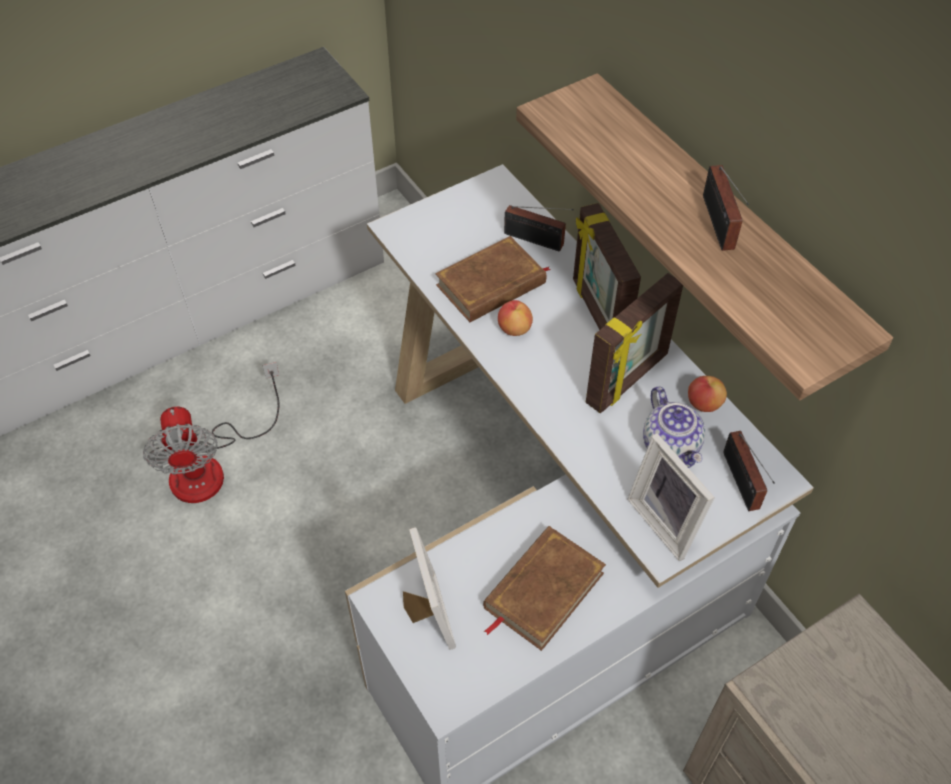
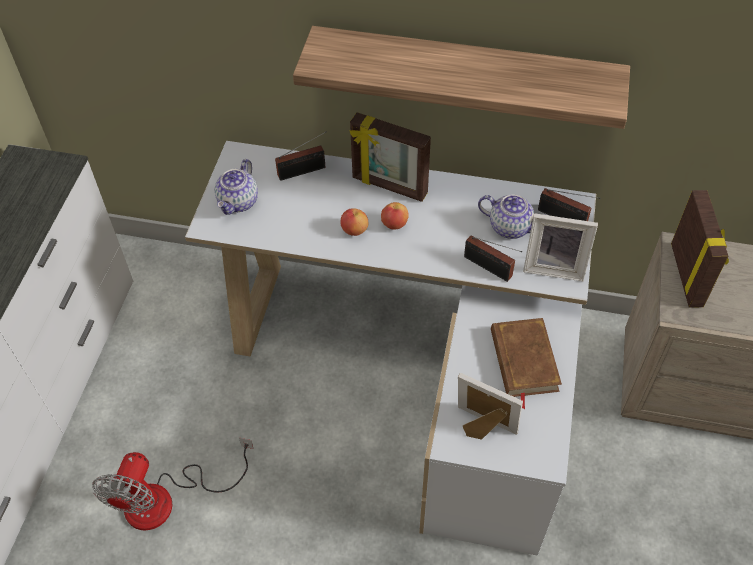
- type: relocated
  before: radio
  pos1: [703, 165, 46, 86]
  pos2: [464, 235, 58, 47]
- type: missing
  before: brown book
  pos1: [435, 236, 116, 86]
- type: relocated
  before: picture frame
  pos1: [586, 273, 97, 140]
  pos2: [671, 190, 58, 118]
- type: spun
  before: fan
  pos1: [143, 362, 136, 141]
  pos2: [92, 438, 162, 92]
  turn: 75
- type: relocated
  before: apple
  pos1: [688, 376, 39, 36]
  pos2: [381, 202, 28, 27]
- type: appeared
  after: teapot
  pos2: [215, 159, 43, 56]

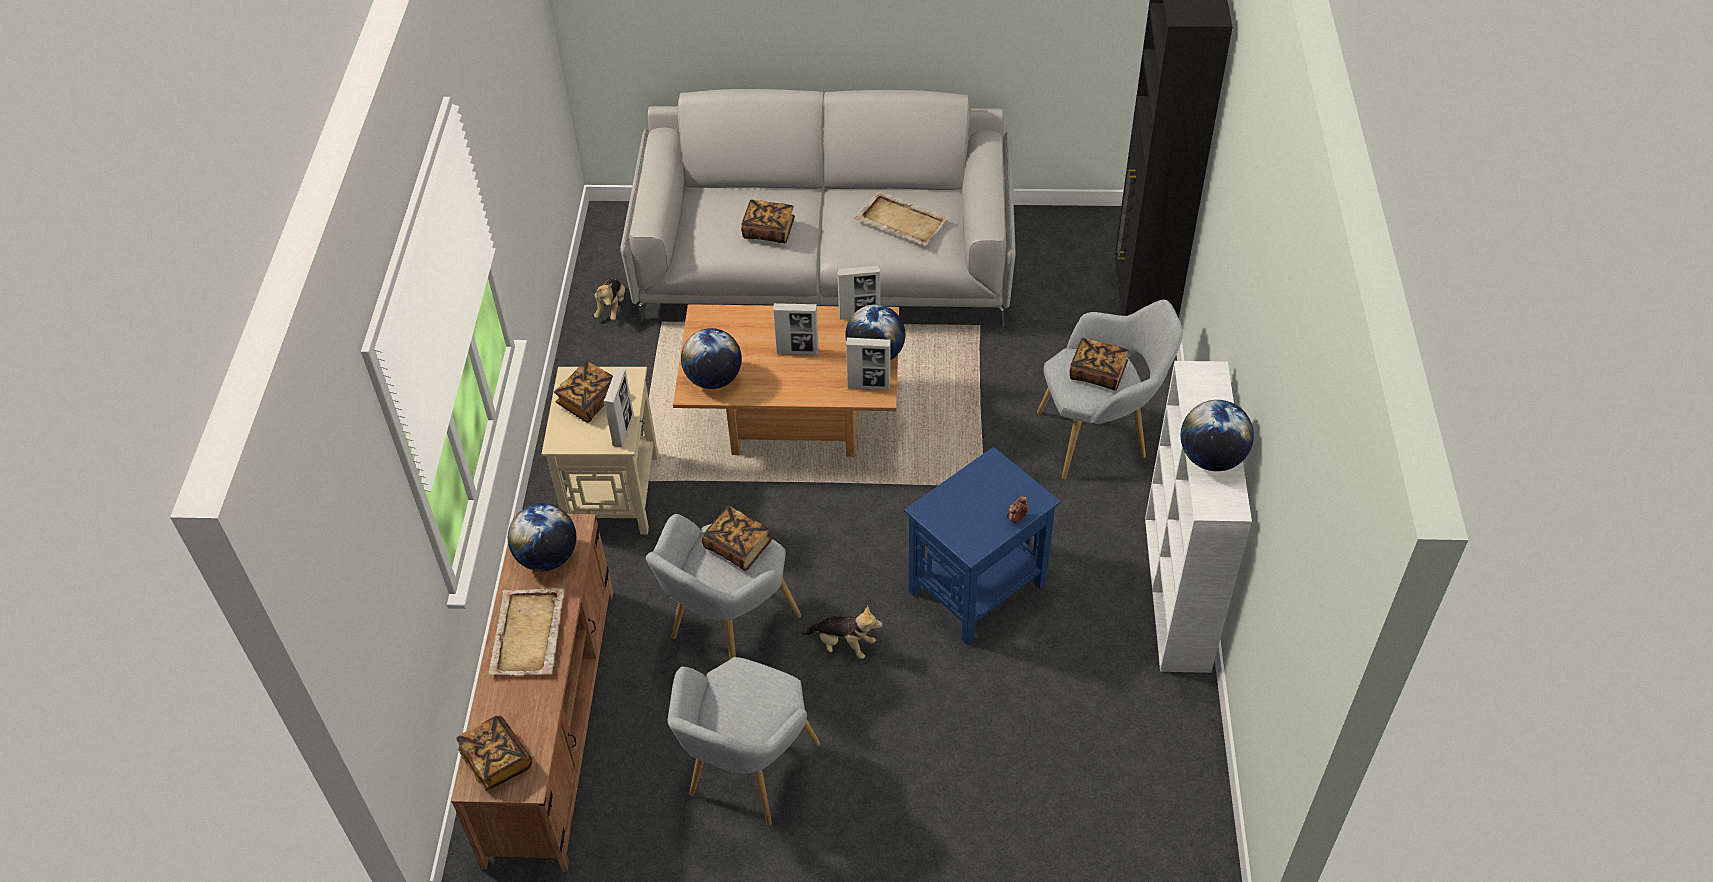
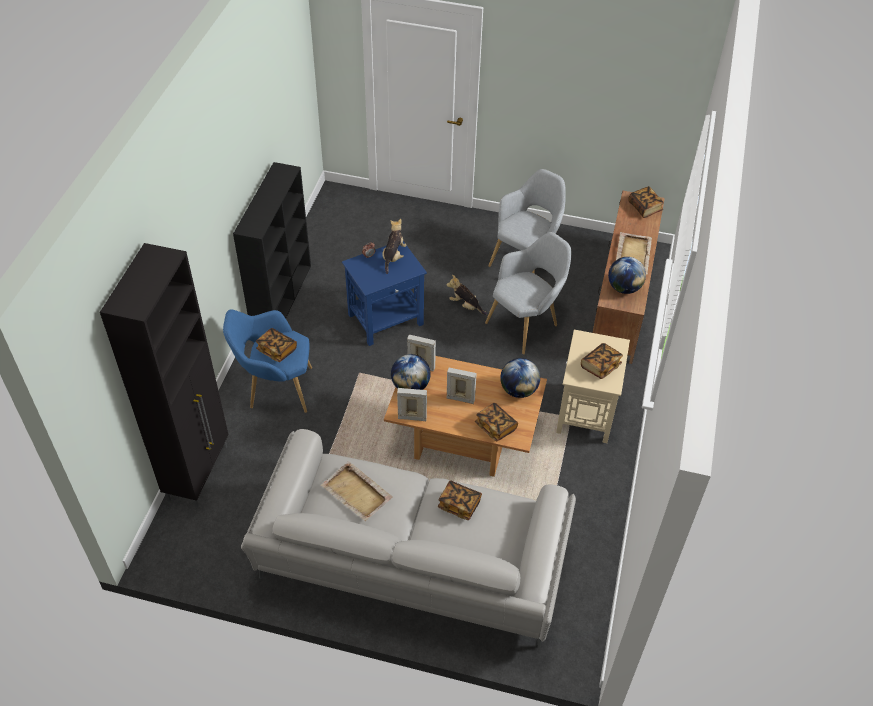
- type: relocated
  before: plush toy
  pos1: [594, 279, 31, 42]
  pos2: [382, 219, 25, 55]
- type: colour
  before: grey armchair
  after: blue armchair
  pos1: [1037, 300, 146, 180]
  pos2: [223, 309, 89, 104]
- type: colour
  before: white bookcase
  after: black bookcase
  pos1: [1145, 361, 107, 312]
  pos2: [233, 162, 78, 156]
- type: missing
  before: picture frame
  pos1: [604, 368, 30, 79]
- type: missing
  before: globe
  pos1: [1181, 400, 73, 71]
- type: relocated
  before: book
  pos1: [702, 506, 70, 65]
  pos2: [475, 403, 43, 39]

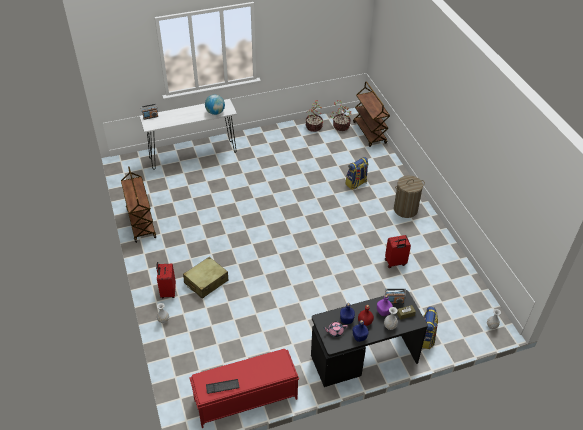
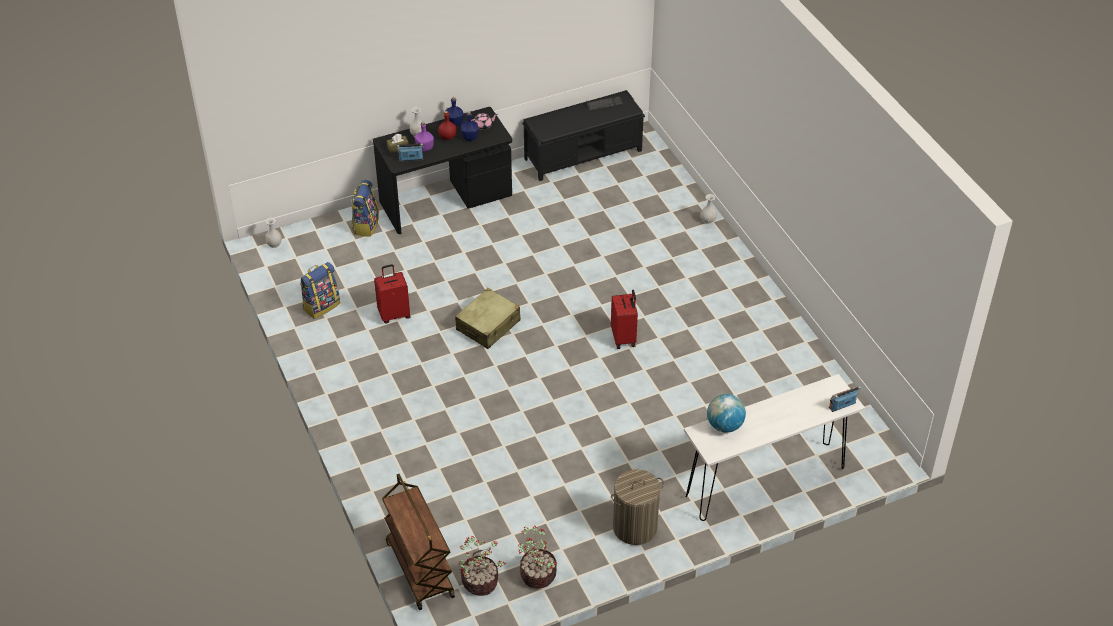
- type: relocated
  before: backpack
  pos1: [345, 157, 24, 33]
  pos2: [300, 262, 40, 57]
- type: missing
  before: brown cart
  pos1: [121, 166, 35, 77]
- type: relocated
  before: laundry basket
  pos1: [394, 175, 31, 43]
  pos2: [611, 469, 53, 76]
- type: relocated
  before: beige suitcase
  pos1: [183, 257, 46, 42]
  pos2: [455, 288, 66, 61]
- type: relocated
  before: red suitcase
  pos1: [156, 262, 20, 36]
  pos2: [611, 290, 27, 59]
- type: colour
  before: red bench
  after: black bench
  pos1: [189, 349, 110, 79]
  pos2: [522, 90, 123, 91]

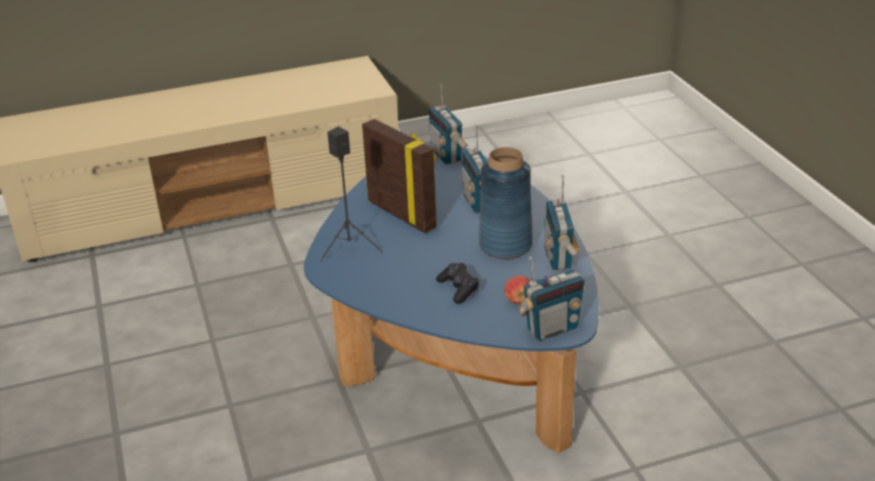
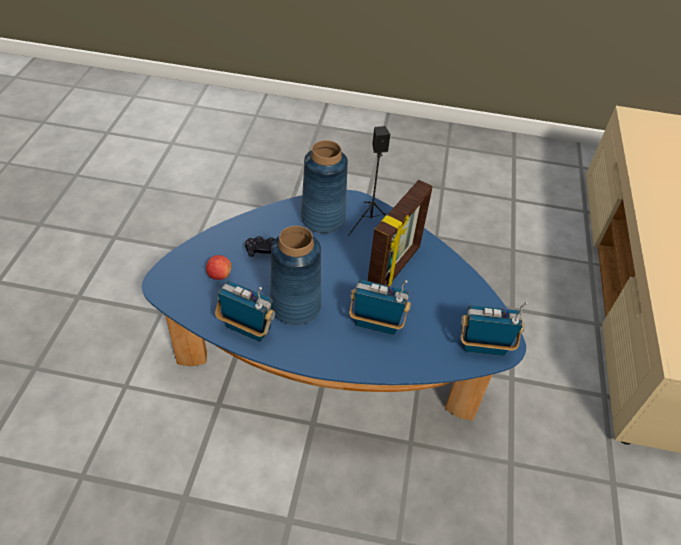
- type: spun
  before: picture frame
  pos1: [362, 119, 75, 114]
  pos2: [368, 180, 64, 106]
  turn: -45
- type: missing
  before: radio
  pos1: [518, 257, 68, 84]
- type: appeared
  after: blue vase
  pos2: [301, 140, 47, 93]

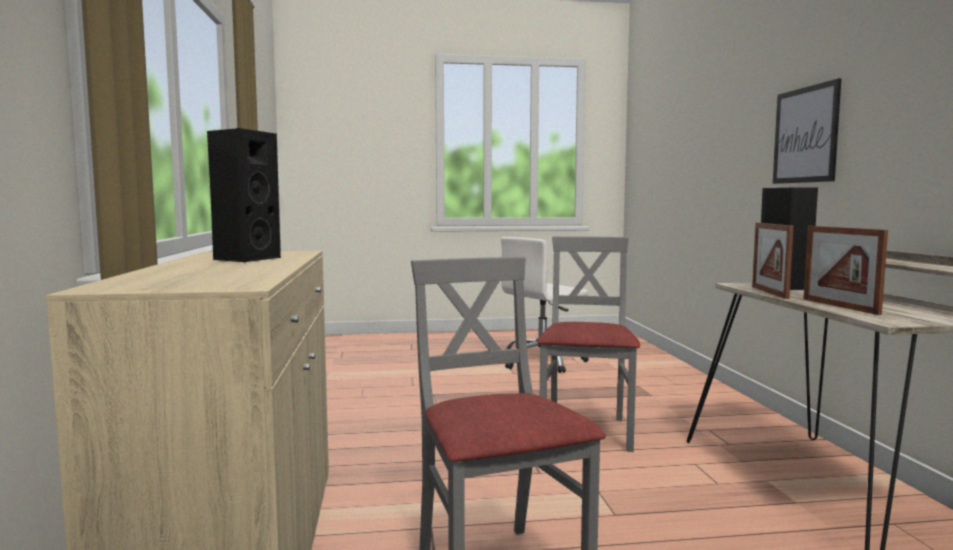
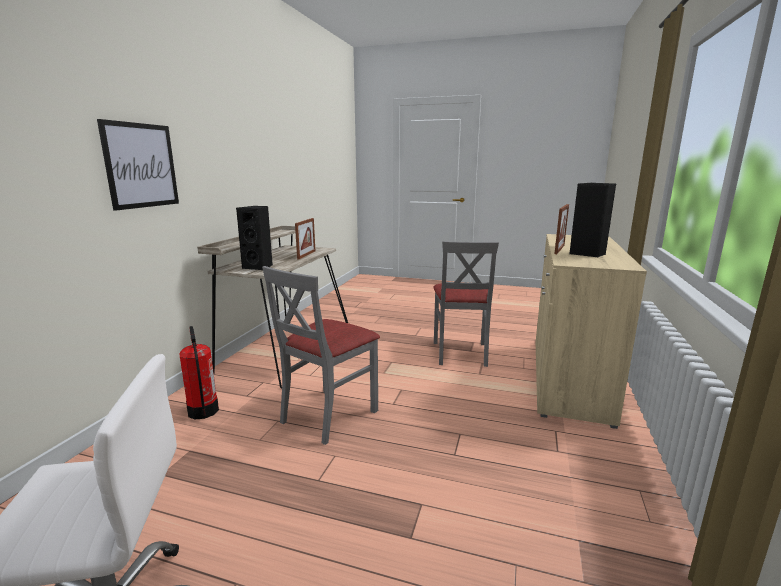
- type: relocated
  before: picture frame
  pos1: [752, 223, 42, 76]
  pos2: [555, 204, 14, 50]
- type: appeared
  after: fire extinguisher
  pos2: [179, 326, 40, 93]

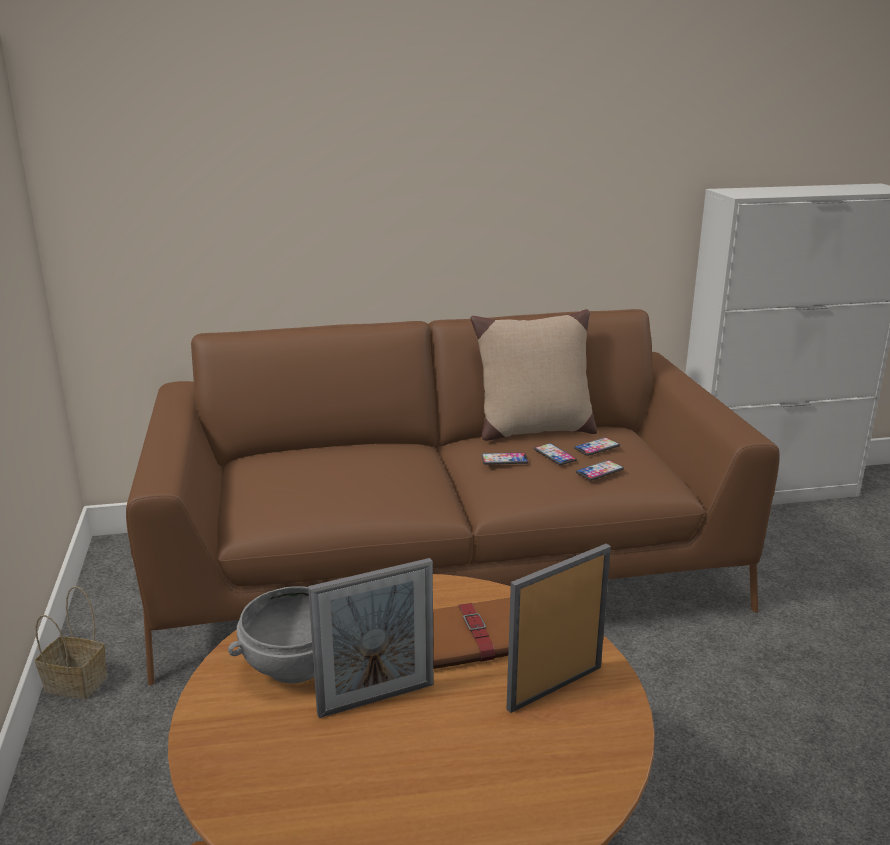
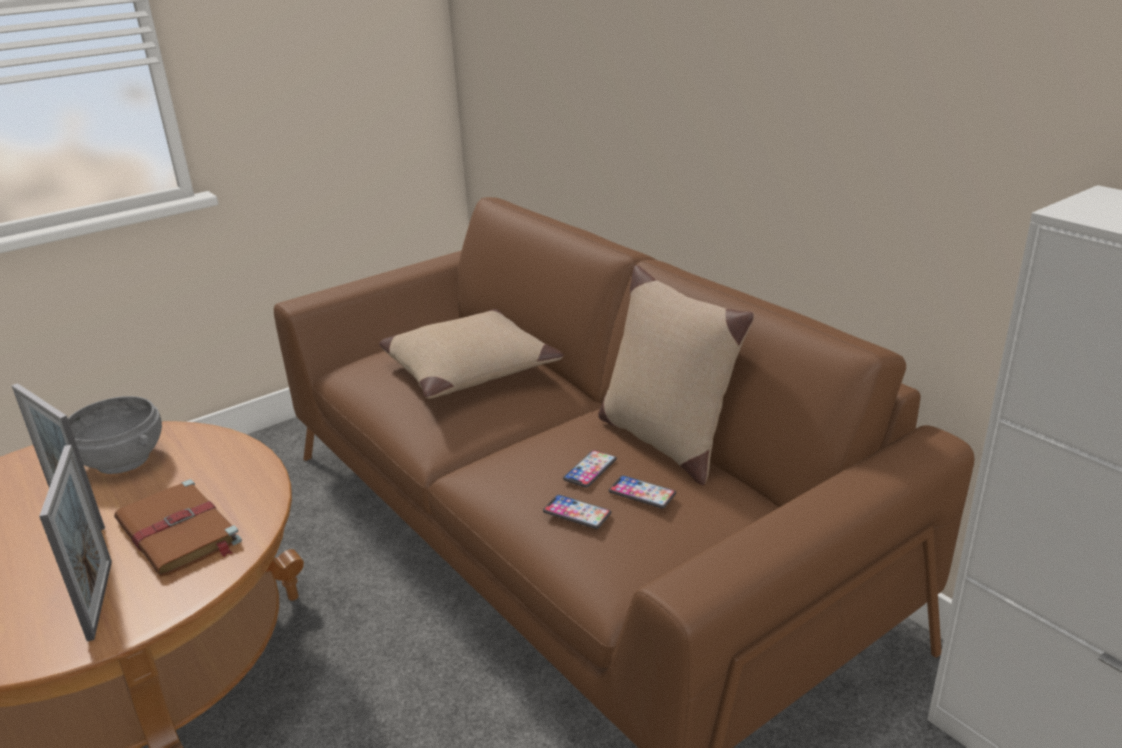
- type: missing
  before: phone
  pos1: [481, 452, 47, 13]
- type: spun
  before: picture frame
  pos1: [507, 544, 104, 169]
  pos2: [39, 445, 73, 196]
  turn: 45
- type: missing
  before: basket
  pos1: [35, 586, 72, 113]
- type: appeared
  after: beige pillow
  pos2: [379, 309, 185, 90]

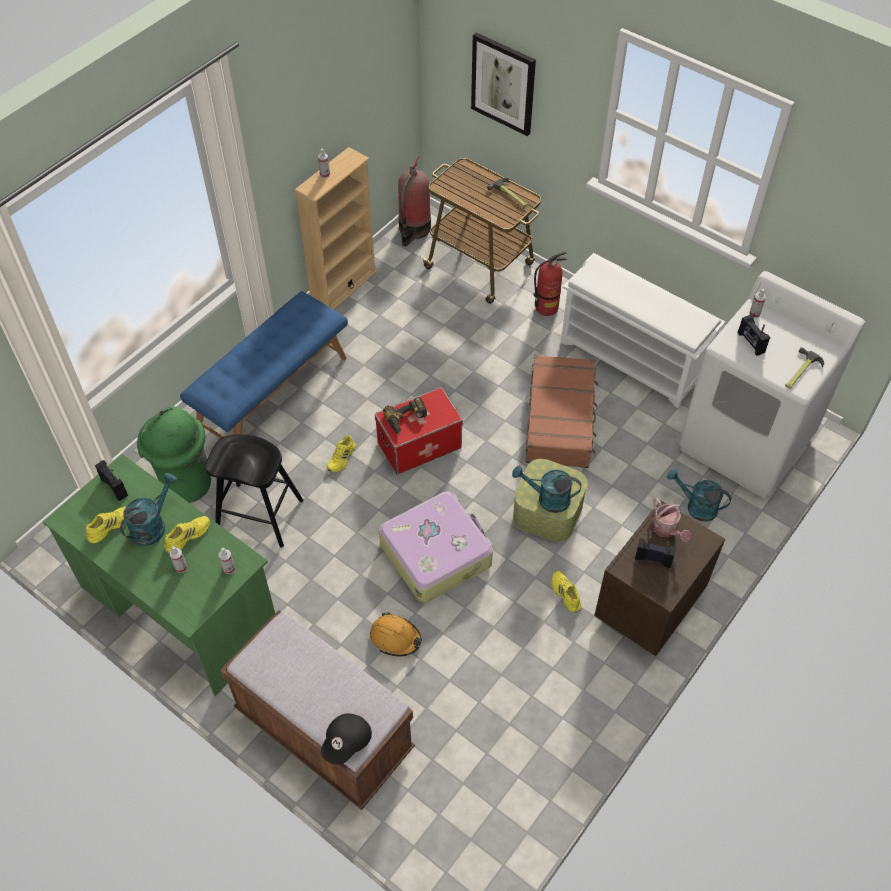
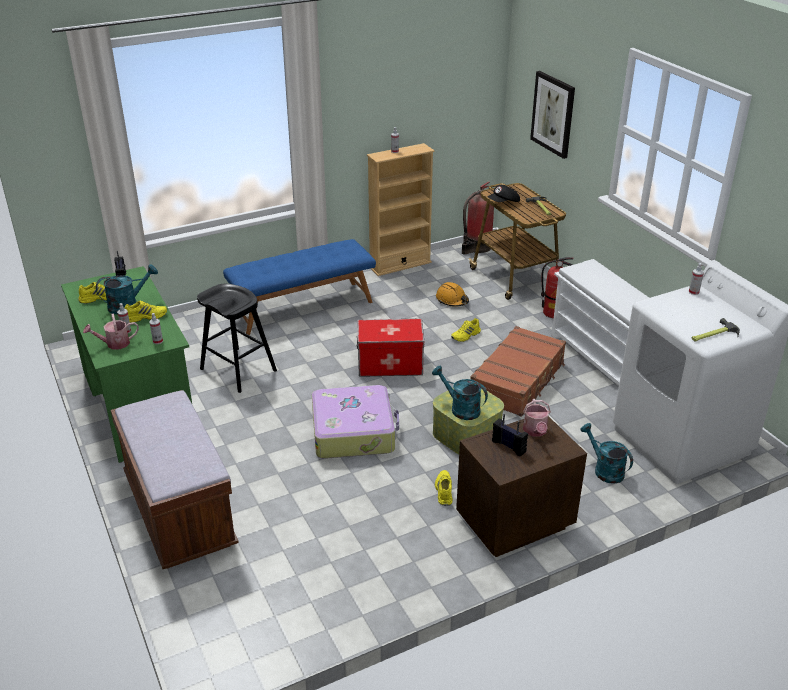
- type: missing
  before: radio
  pos1: [738, 313, 32, 43]
- type: missing
  before: power drill
  pos1: [383, 397, 44, 38]
- type: missing
  before: green trash can
  pos1: [137, 406, 74, 97]
- type: relocated
  before: yellow shoe
  pos1: [327, 435, 29, 37]
  pos2: [451, 318, 30, 24]
- type: relocated
  before: orange hard hat
  pos1: [370, 612, 52, 45]
  pos2: [436, 282, 33, 25]
- type: relocated
  before: black cap
  pos1: [321, 713, 51, 52]
  pos2: [488, 185, 32, 17]
- type: appeared
  after: watering can
  pos2: [83, 314, 56, 36]

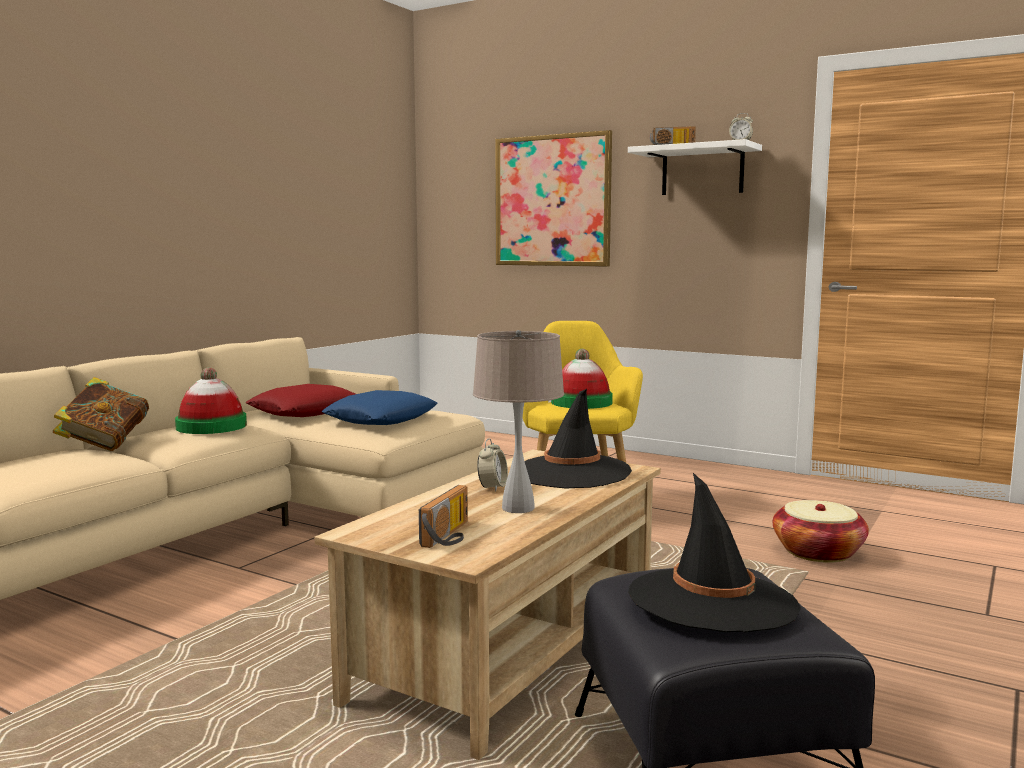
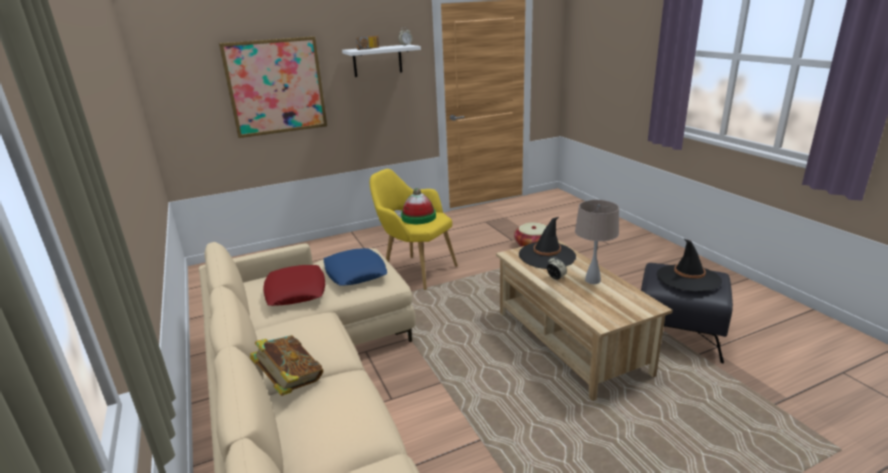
- type: missing
  before: hat
  pos1: [175, 367, 72, 67]
- type: missing
  before: radio
  pos1: [419, 485, 49, 63]

